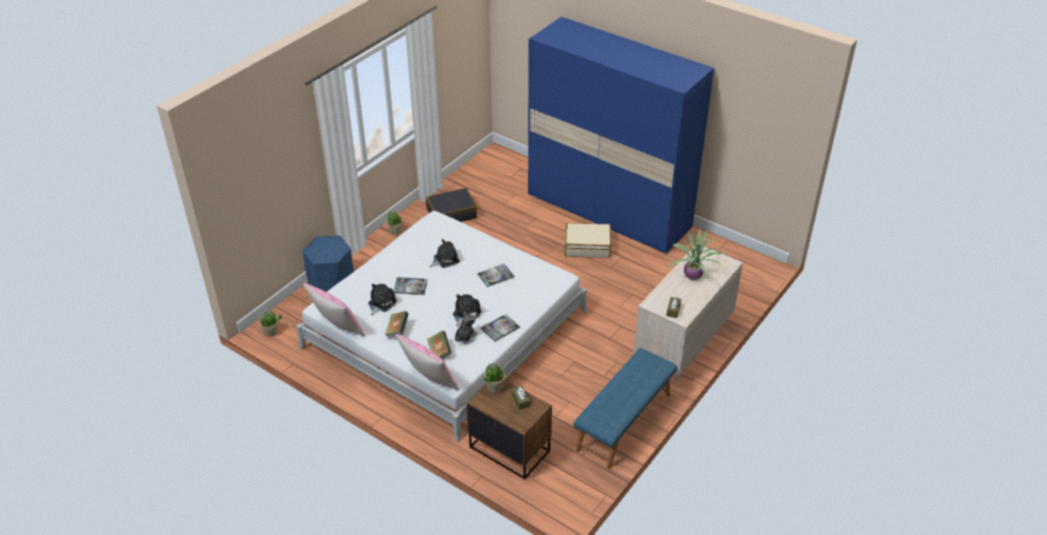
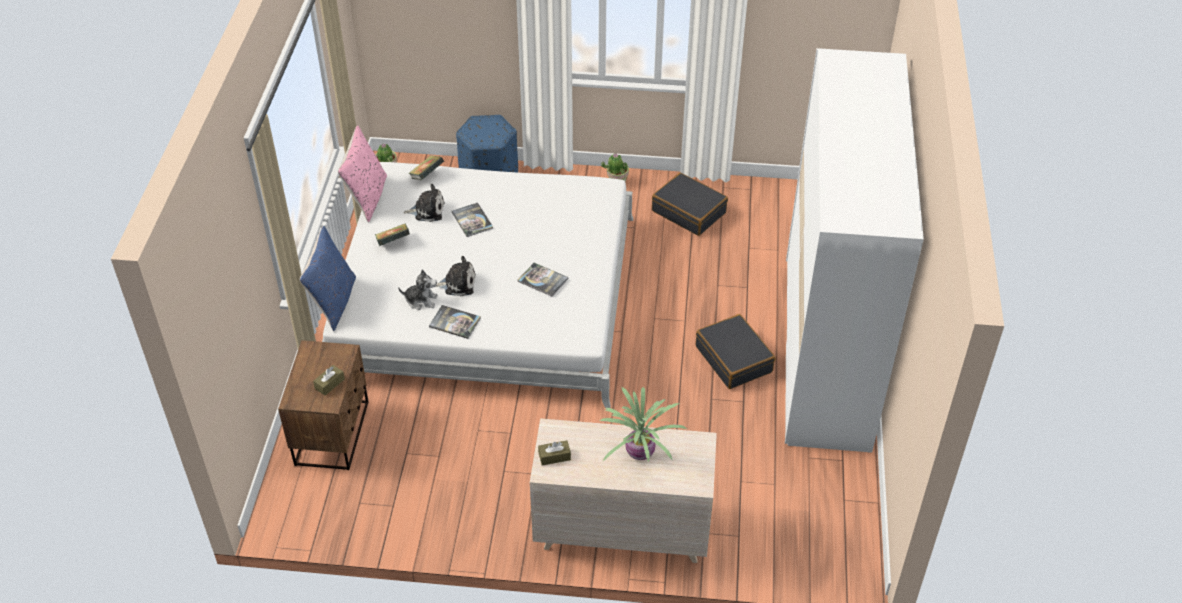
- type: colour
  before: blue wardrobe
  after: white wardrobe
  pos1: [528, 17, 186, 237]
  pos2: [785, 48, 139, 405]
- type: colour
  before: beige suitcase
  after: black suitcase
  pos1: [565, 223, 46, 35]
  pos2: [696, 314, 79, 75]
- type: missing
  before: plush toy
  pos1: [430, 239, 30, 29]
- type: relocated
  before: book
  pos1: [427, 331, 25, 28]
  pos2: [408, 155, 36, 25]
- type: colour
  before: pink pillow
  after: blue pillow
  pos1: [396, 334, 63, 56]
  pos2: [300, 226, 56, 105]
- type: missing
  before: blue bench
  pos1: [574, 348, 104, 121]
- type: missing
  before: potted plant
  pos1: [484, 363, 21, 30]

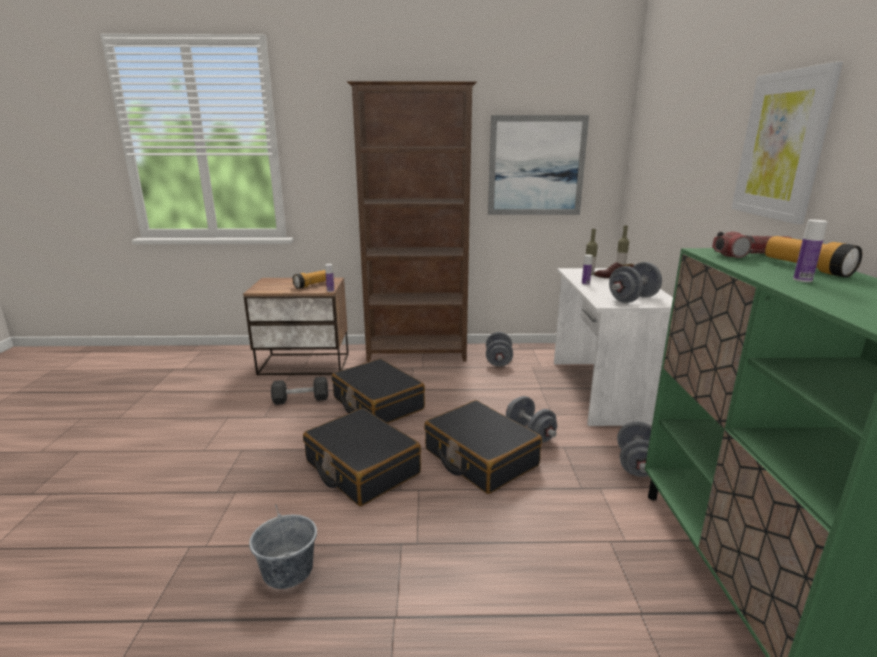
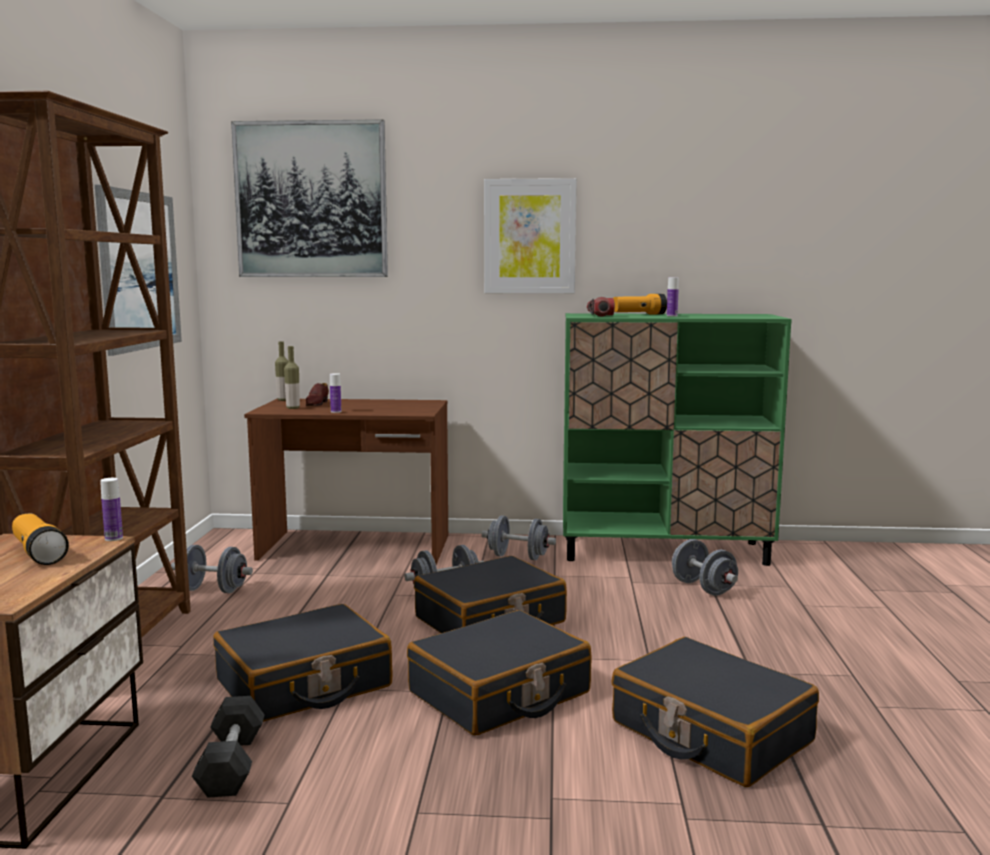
- type: relocated
  before: grey dumbbell
  pos1: [609, 262, 53, 41]
  pos2: [672, 539, 66, 57]
- type: colour
  before: white desk
  after: brown desk
  pos1: [554, 268, 119, 158]
  pos2: [244, 399, 204, 166]
- type: exchanged
  before: grey bucket
  after: black suitcase
  pos1: [249, 504, 68, 85]
  pos2: [612, 637, 207, 150]
- type: appeared
  after: picture
  pos2: [231, 119, 157, 158]

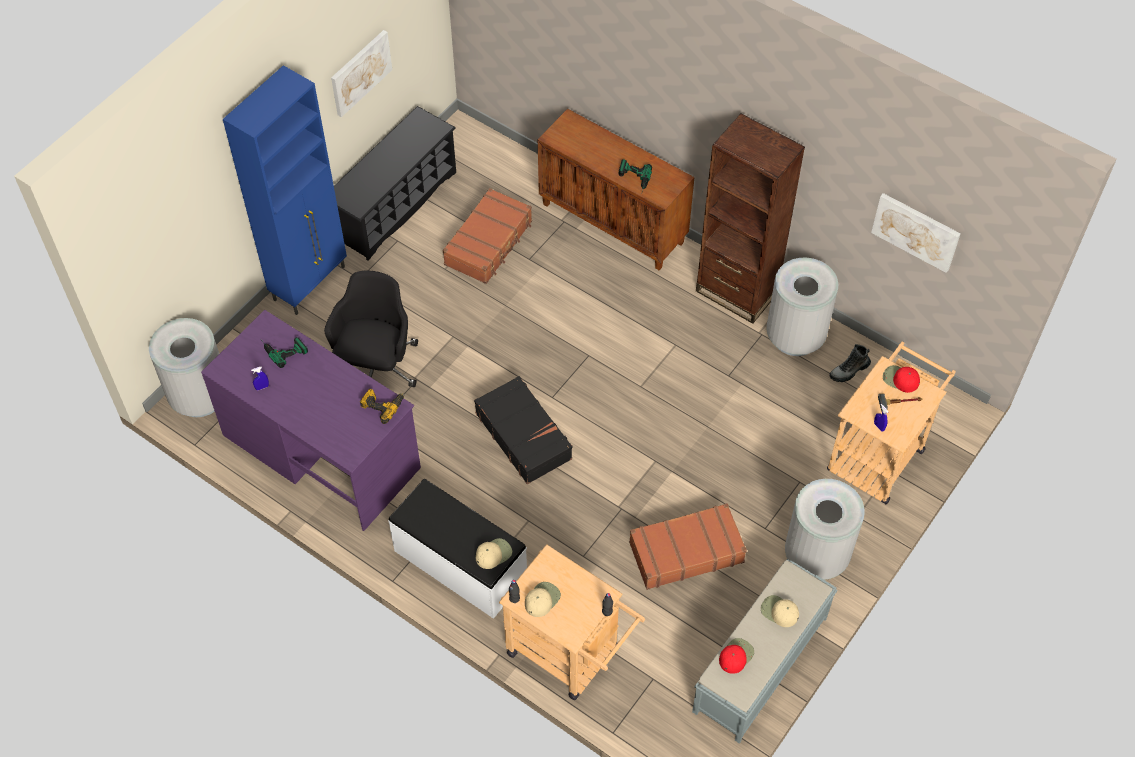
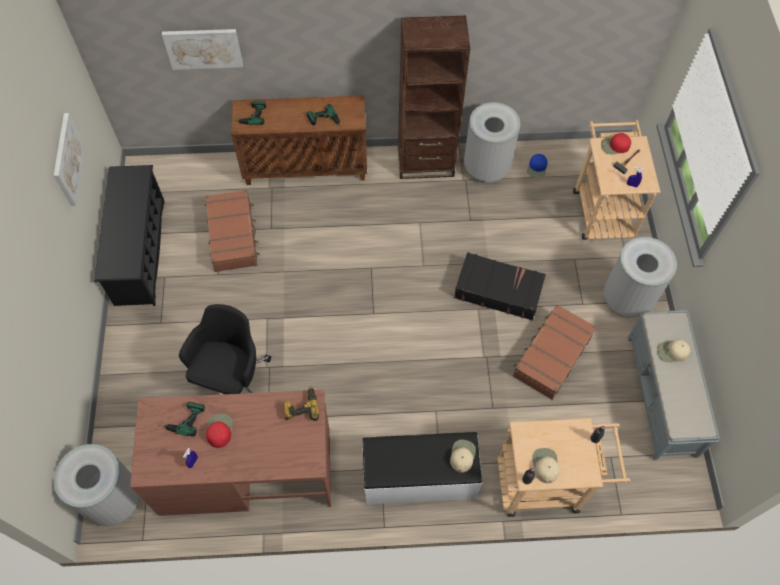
- type: missing
  before: blue cabinet
  pos1: [223, 65, 124, 250]
- type: relocated
  before: picture
  pos1: [871, 193, 90, 80]
  pos2: [162, 29, 81, 41]
- type: spun
  before: black office chair
  pos1: [324, 271, 94, 116]
  pos2: [179, 304, 92, 91]
  turn: 45
- type: colour
  before: purple desk
  after: brown desk
  pos1: [201, 310, 220, 221]
  pos2: [130, 390, 201, 126]
- type: exchanged
  before: boot
  after: blue cap
  pos1: [829, 344, 42, 38]
  pos2: [527, 154, 21, 24]
- type: relocated
  before: black suitcase
  pos1: [474, 376, 98, 108]
  pos2: [454, 252, 92, 69]
- type: relocated
  before: red cap
  pos1: [719, 638, 35, 36]
  pos2: [206, 414, 27, 34]
- type: appeared
  after: power drill
  pos2: [238, 101, 28, 24]

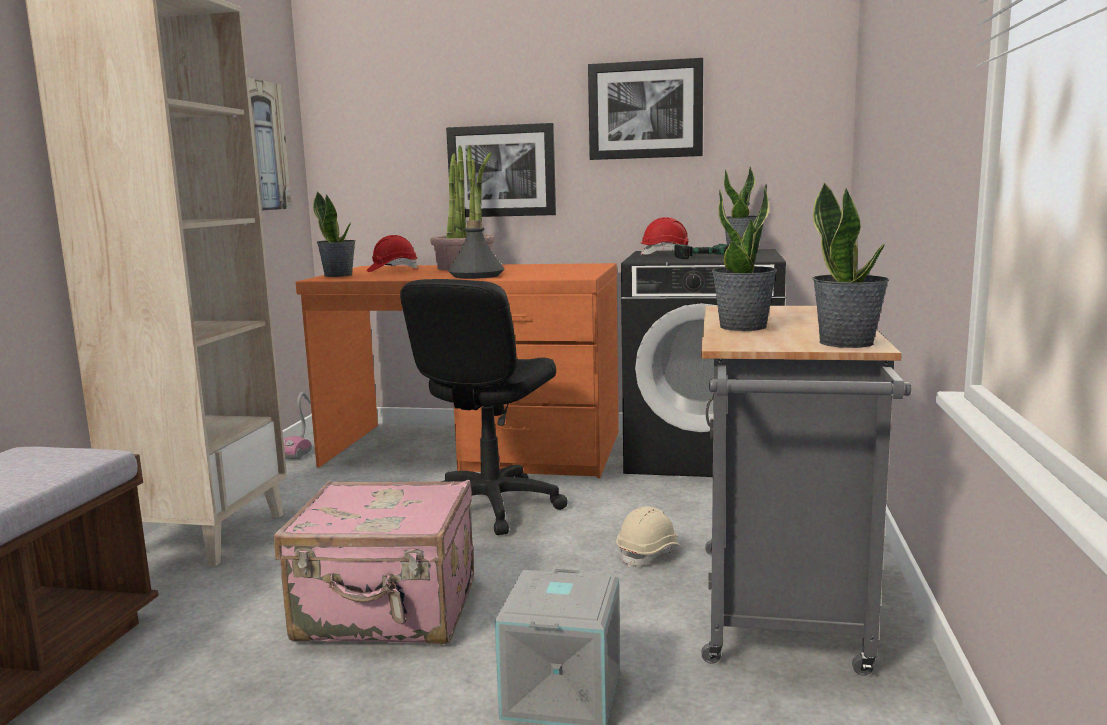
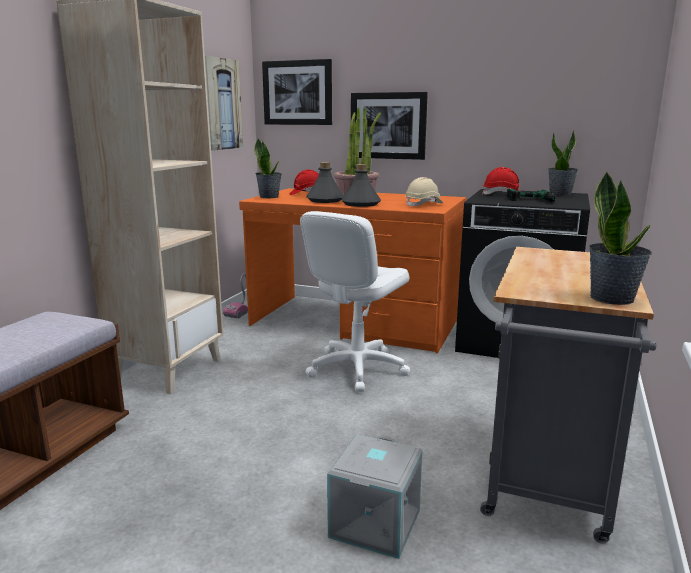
- type: relocated
  before: picture
  pos1: [588, 58, 116, 102]
  pos2: [262, 59, 70, 66]
- type: missing
  before: potted plant
  pos1: [712, 184, 65, 147]
- type: colour
  before: black office chair
  after: white office chair
  pos1: [400, 279, 168, 256]
  pos2: [300, 211, 110, 181]
- type: missing
  before: pink suitcase
  pos1: [274, 480, 200, 164]
- type: relocated
  before: beige hard hat
  pos1: [616, 507, 66, 61]
  pos2: [405, 177, 38, 30]
- type: appeared
  after: grey bottle
  pos2: [306, 162, 38, 41]

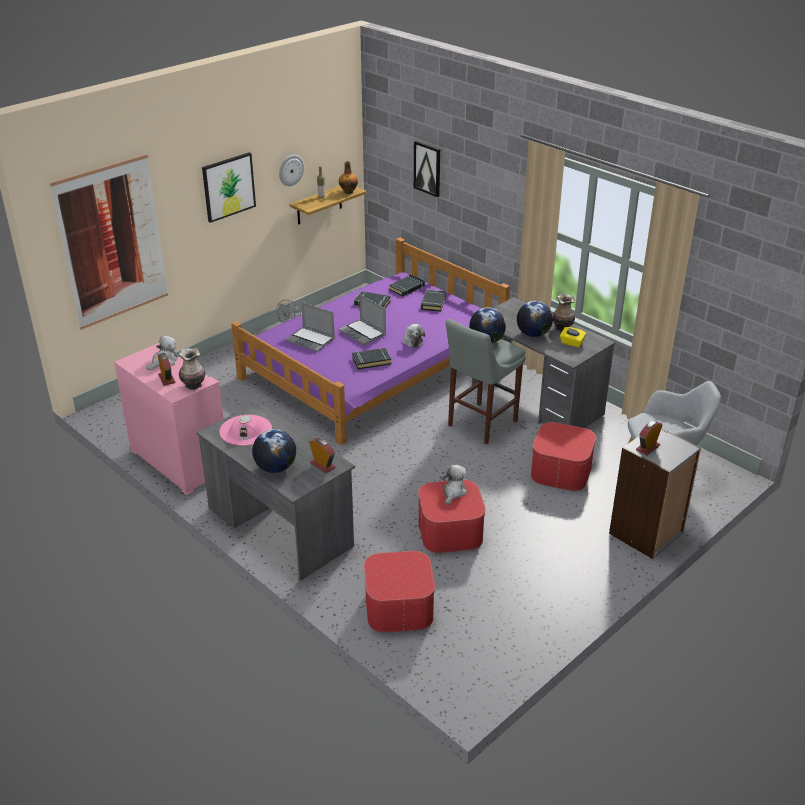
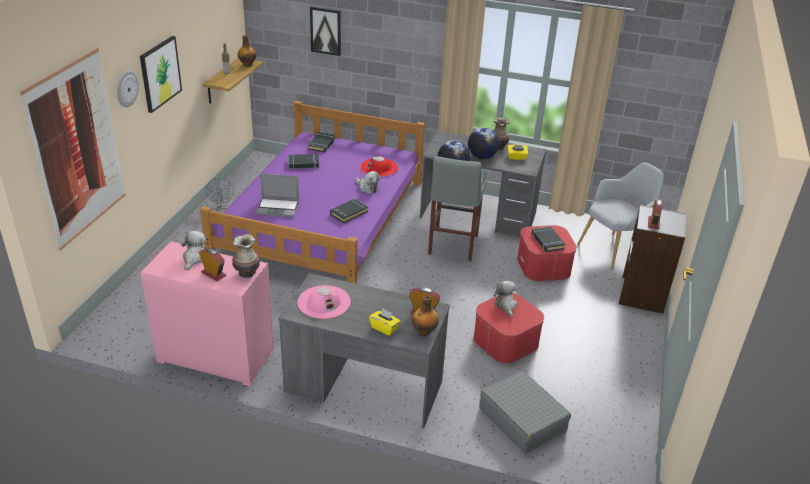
- type: relocated
  before: wall clock
  pos1: [279, 155, 25, 31]
  pos2: [117, 70, 22, 37]
- type: relocated
  before: black book
  pos1: [421, 290, 25, 22]
  pos2: [531, 226, 34, 26]
- type: missing
  before: laptop
  pos1: [339, 294, 47, 51]
- type: exchanged
  before: globe
  after: yellow tissue box
  pos1: [252, 429, 44, 44]
  pos2: [369, 308, 32, 28]
- type: exchanged
  before: ottoman
  after: grey suitcase
  pos1: [364, 551, 71, 82]
  pos2: [479, 371, 92, 82]
- type: appeared
  after: red hat
  pos2: [360, 156, 38, 21]
- type: appeared
  after: bottle
  pos2: [412, 295, 27, 41]

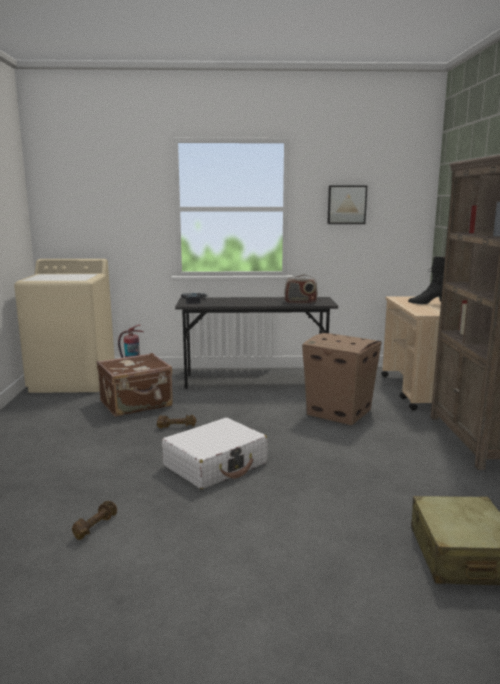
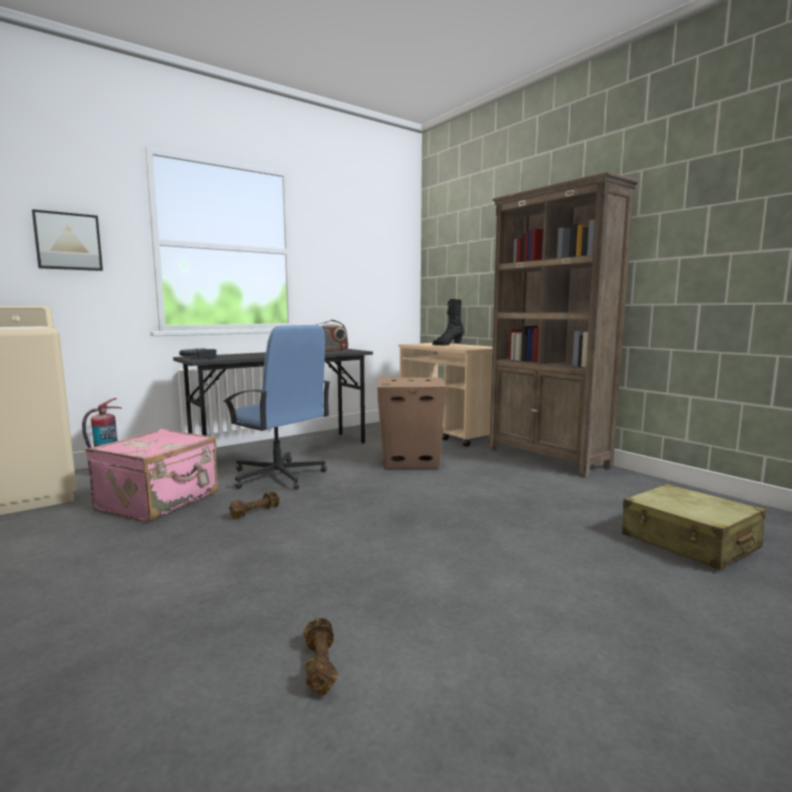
- type: relocated
  before: picture
  pos1: [327, 185, 40, 39]
  pos2: [32, 209, 71, 62]
- type: colour
  before: brown suitcase
  after: pink suitcase
  pos1: [97, 353, 76, 64]
  pos2: [85, 429, 133, 93]
- type: missing
  before: white suitcase
  pos1: [162, 418, 106, 71]
- type: appeared
  after: blue office chair
  pos2: [223, 325, 107, 164]

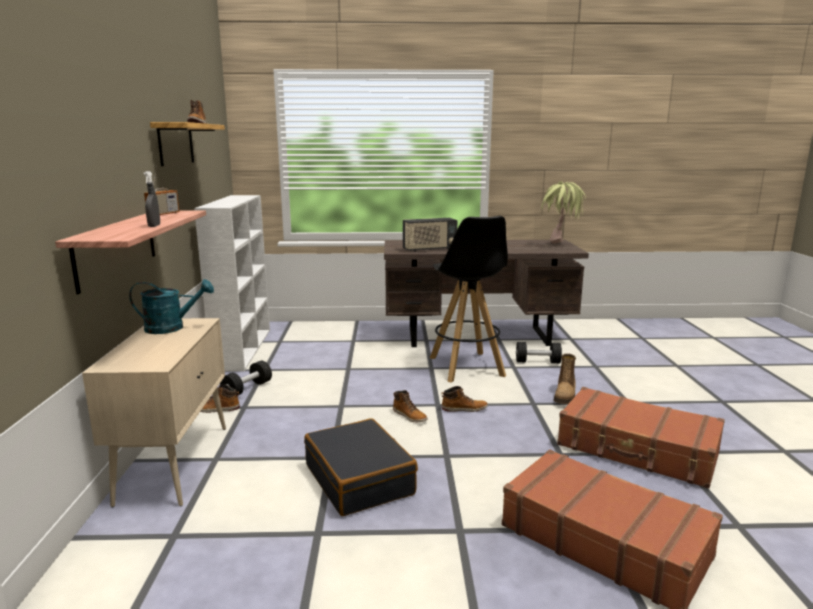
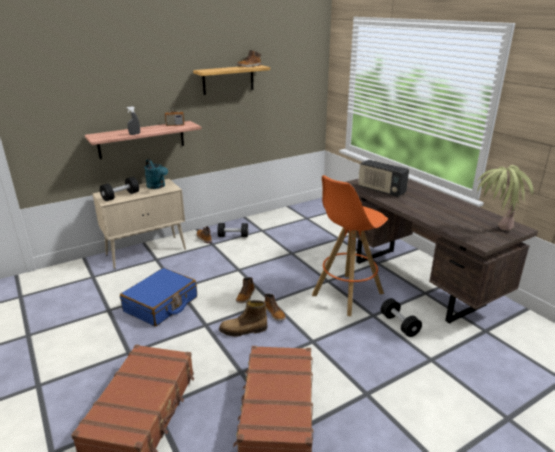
- type: missing
  before: white bookcase
  pos1: [194, 195, 76, 177]
- type: colour
  before: black stool
  after: orange stool
  pos1: [430, 216, 78, 167]
  pos2: [312, 175, 76, 141]
- type: relocated
  before: boot
  pos1: [554, 354, 22, 50]
  pos2: [219, 300, 49, 36]
- type: colour
  before: black suitcase
  after: blue suitcase
  pos1: [304, 418, 114, 98]
  pos2: [120, 268, 77, 58]
- type: appeared
  after: black dumbbell
  pos2: [100, 177, 39, 24]

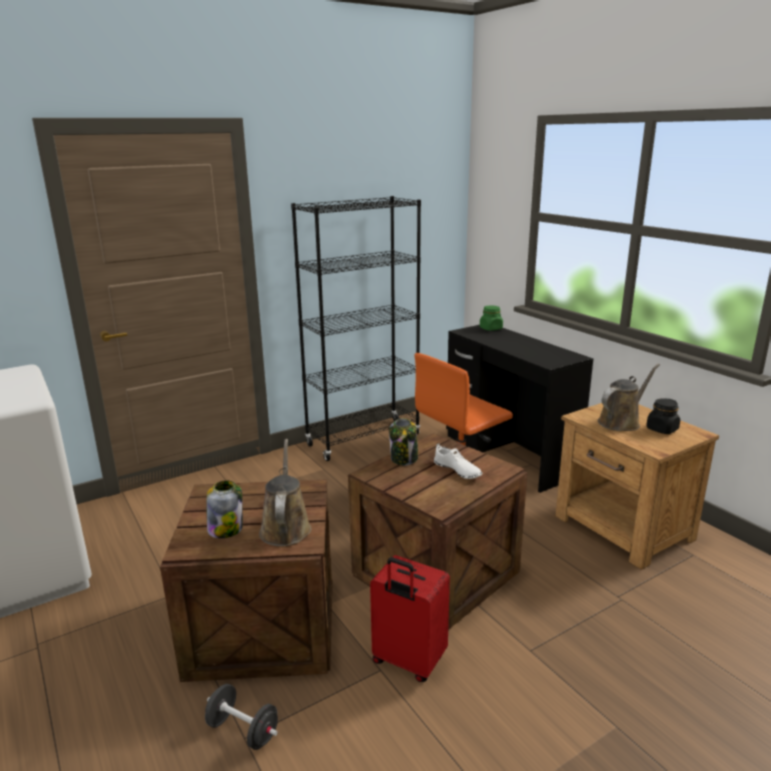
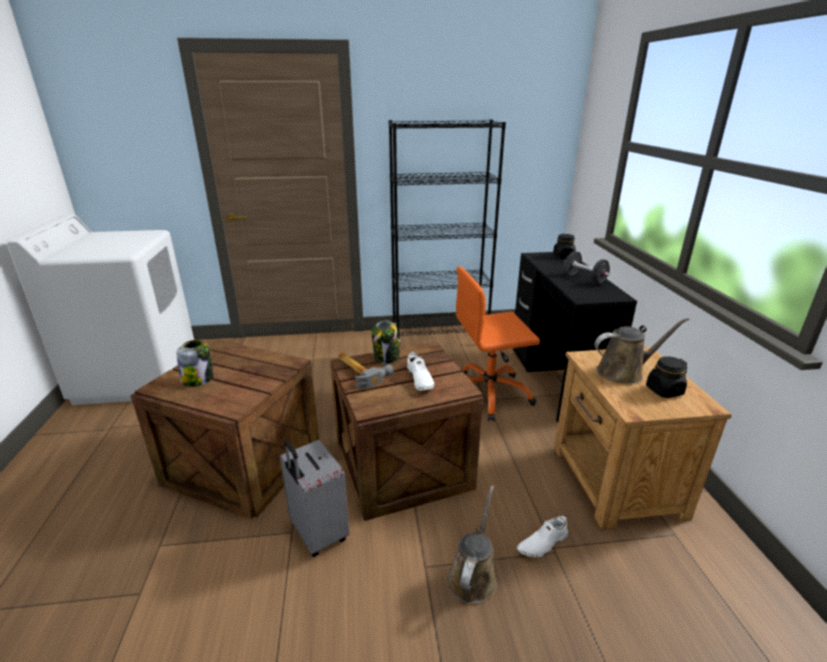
- type: colour
  before: green jar
  after: black jar
  pos1: [480, 306, 23, 25]
  pos2: [553, 234, 23, 25]
- type: relocated
  before: brown watering can
  pos1: [259, 439, 53, 107]
  pos2: [447, 486, 50, 118]
- type: colour
  before: red suitcase
  after: grey suitcase
  pos1: [370, 555, 80, 127]
  pos2: [280, 440, 70, 117]
- type: relocated
  before: black dumbbell
  pos1: [205, 684, 73, 66]
  pos2: [564, 251, 46, 33]
- type: appeared
  after: hammer
  pos2: [338, 352, 56, 37]
- type: appeared
  after: white shoe
  pos2: [517, 515, 51, 42]

